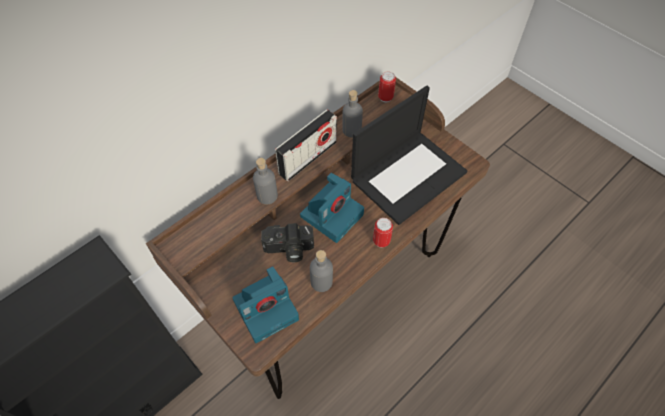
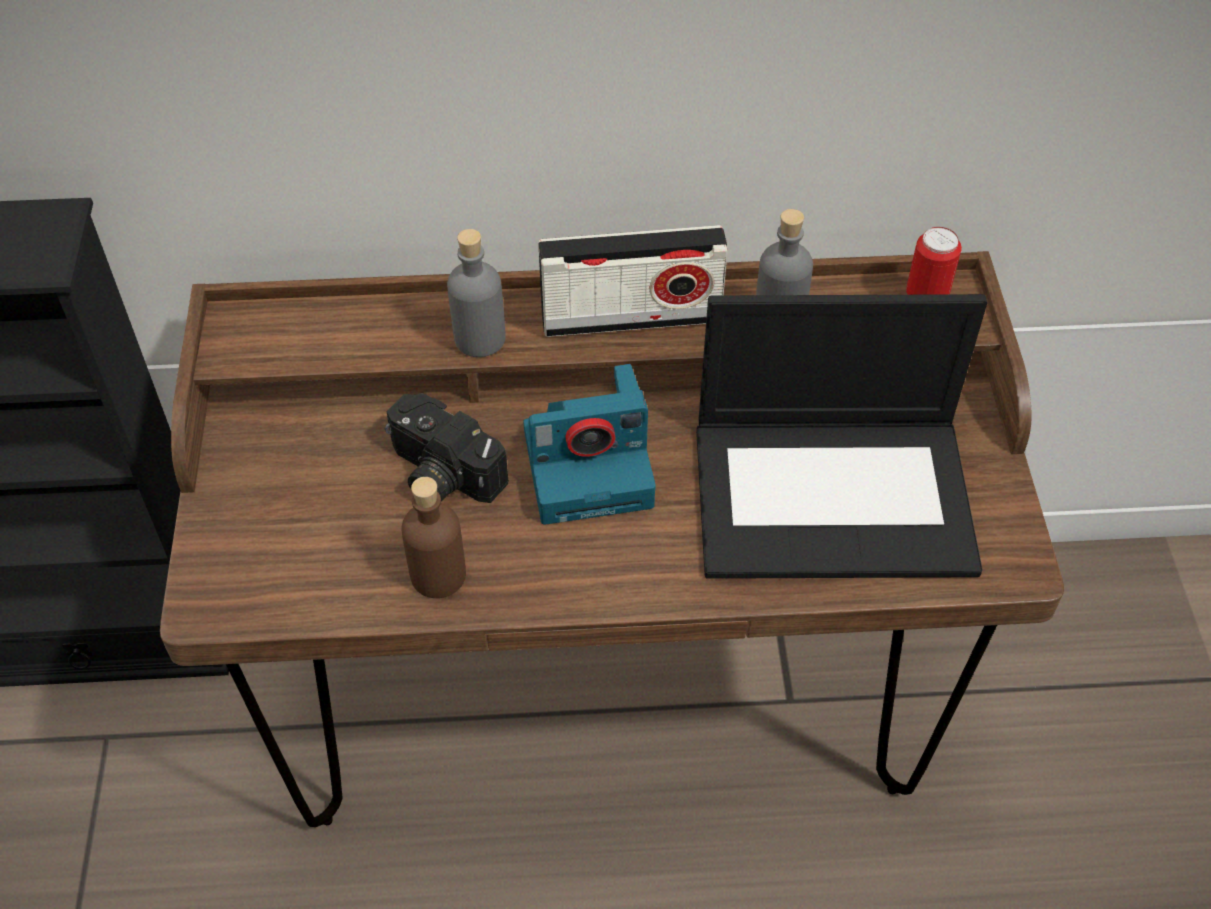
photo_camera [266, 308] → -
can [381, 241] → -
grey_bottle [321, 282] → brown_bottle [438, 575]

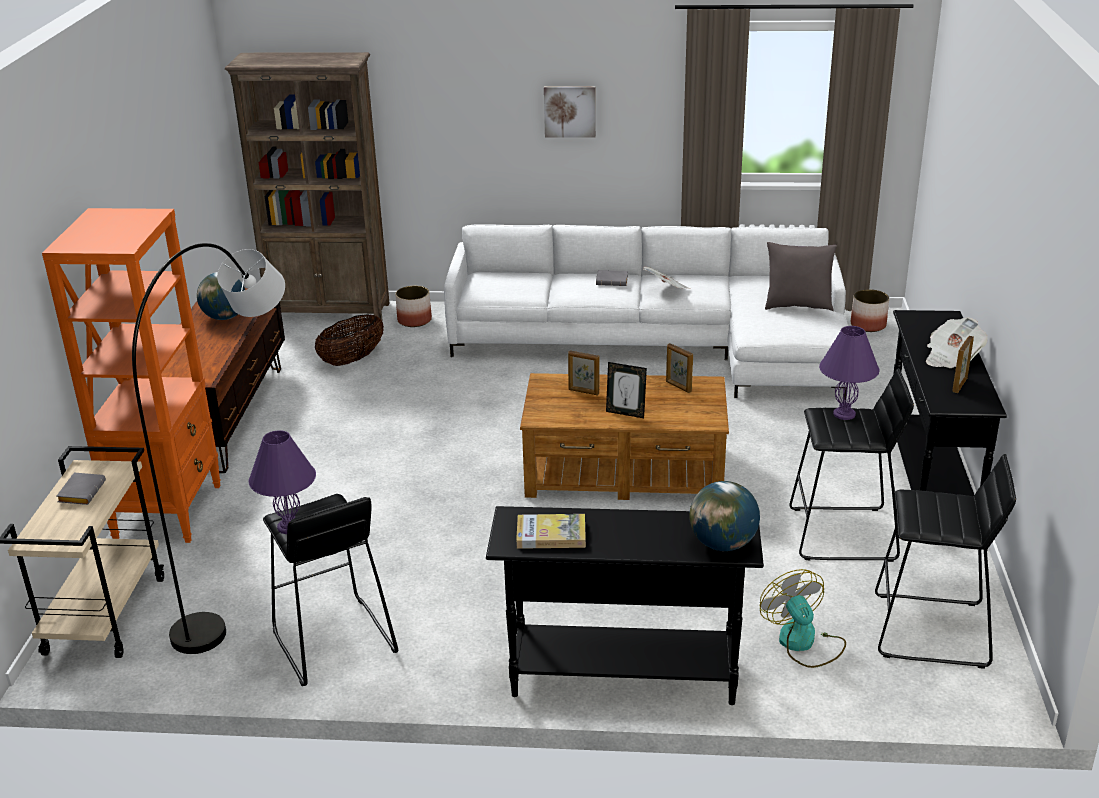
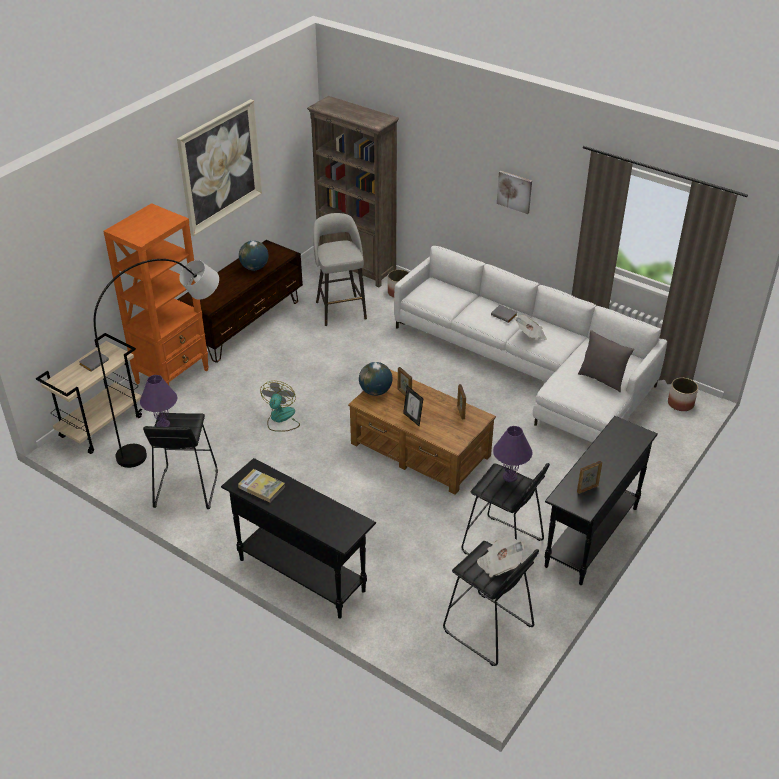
- → picture [220, 167]
globe [723, 544] → globe [376, 391], moved
fan [803, 643] → fan [281, 419], moved
newspaper [951, 358] → newspaper [499, 564], moved
basket [352, 360] → grey_stool [340, 309]

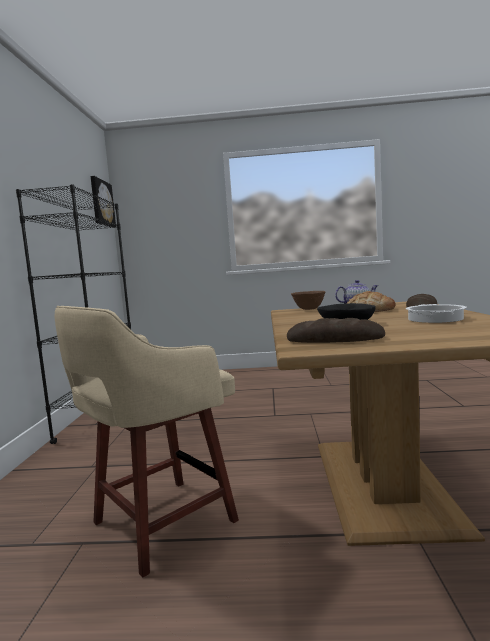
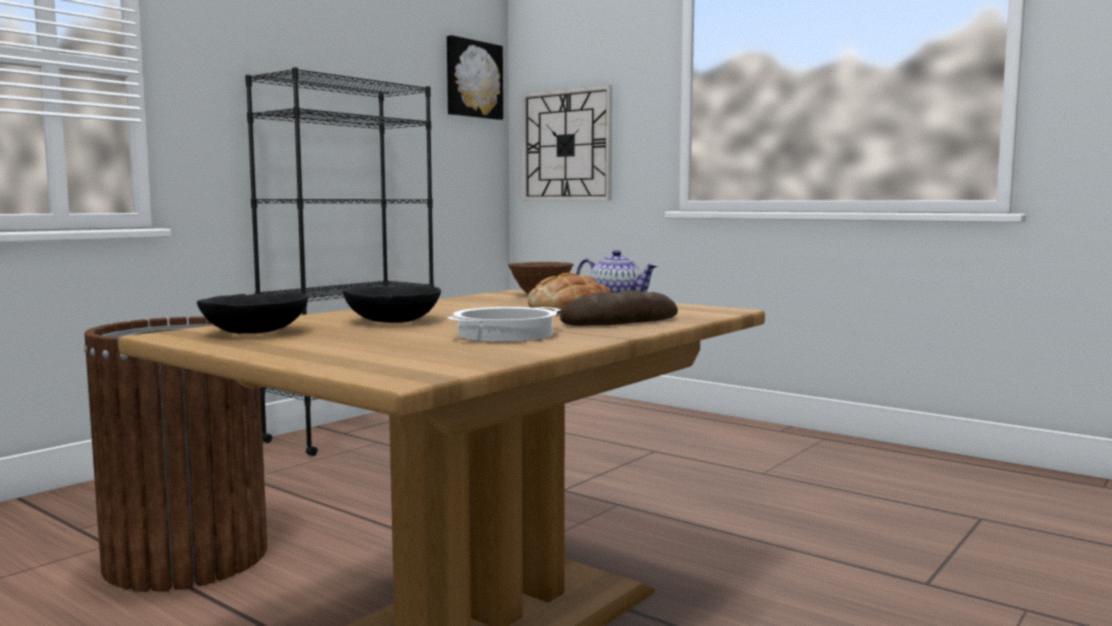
- → wall_clock [567, 145]
beige_stool [159, 524] → brown_trash_can [186, 557]
bread [335, 339] → black_bowl [254, 332]

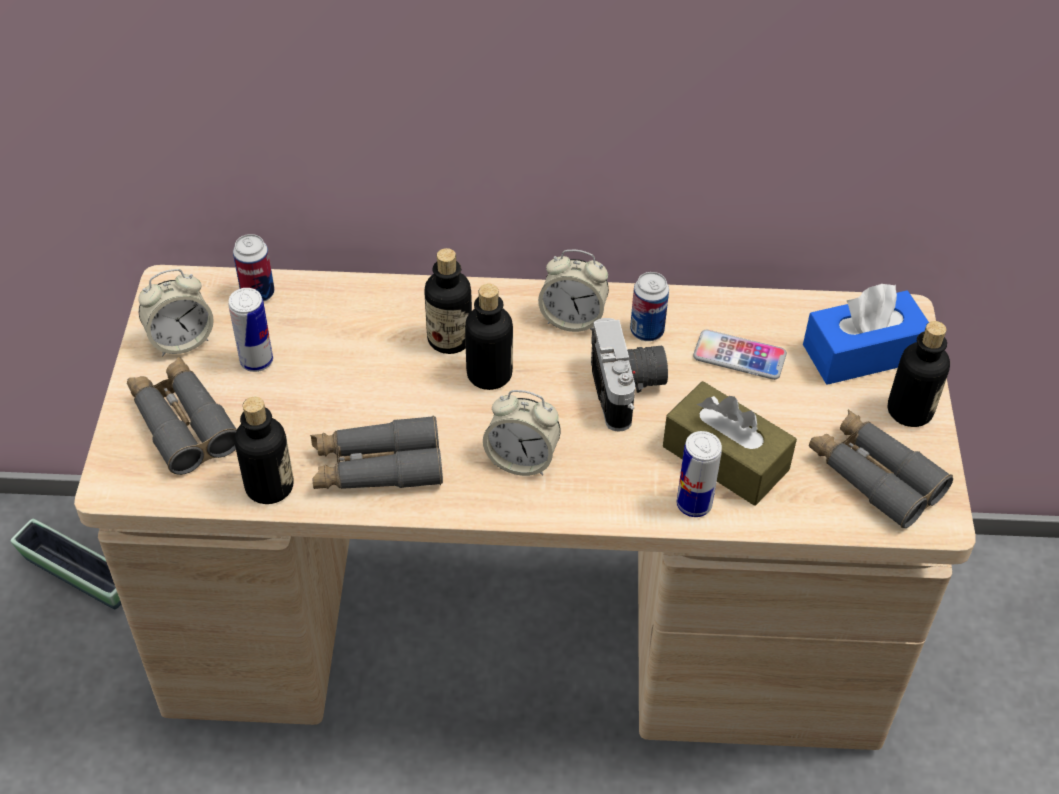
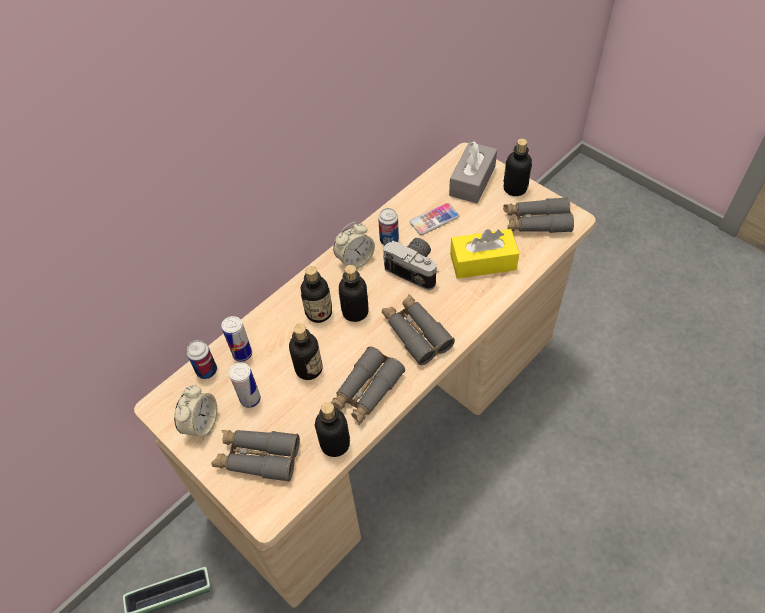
- → bottle [309, 369]
can [694, 504] → can [242, 354], moved
alarm_clock [521, 460] → grey_binoculars [416, 333]
brown_tissue_box [725, 458] → yellow_tissue_box [483, 262]
blue_tissue_box [863, 353] → grey_tissue_box [472, 181]

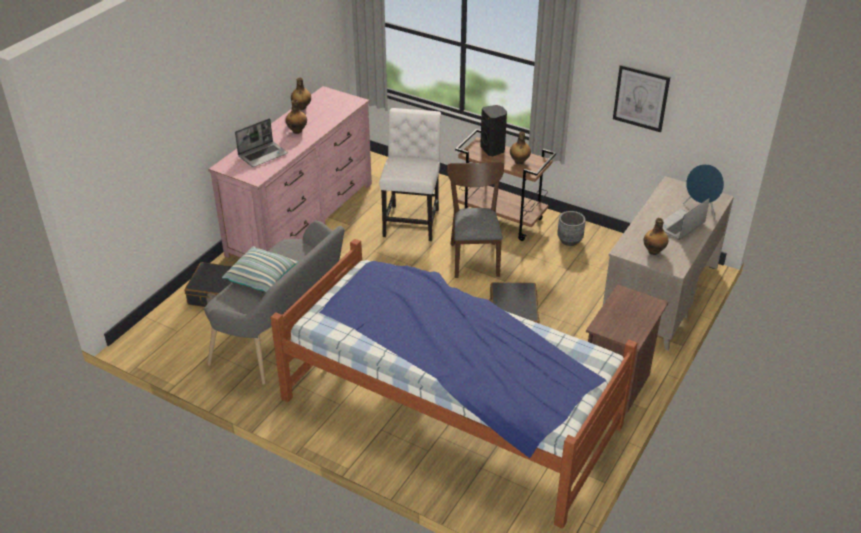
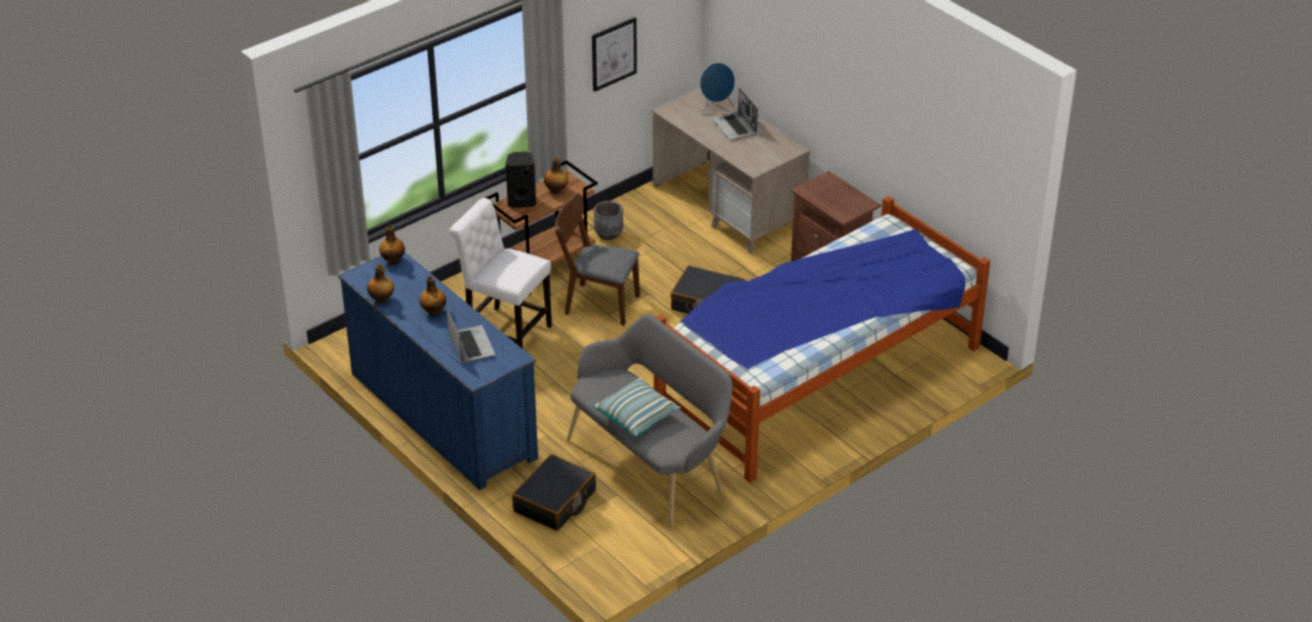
bottle [654, 251] → bottle [393, 260], moved
pink_dresser [301, 218] → blue_dresser [442, 415]

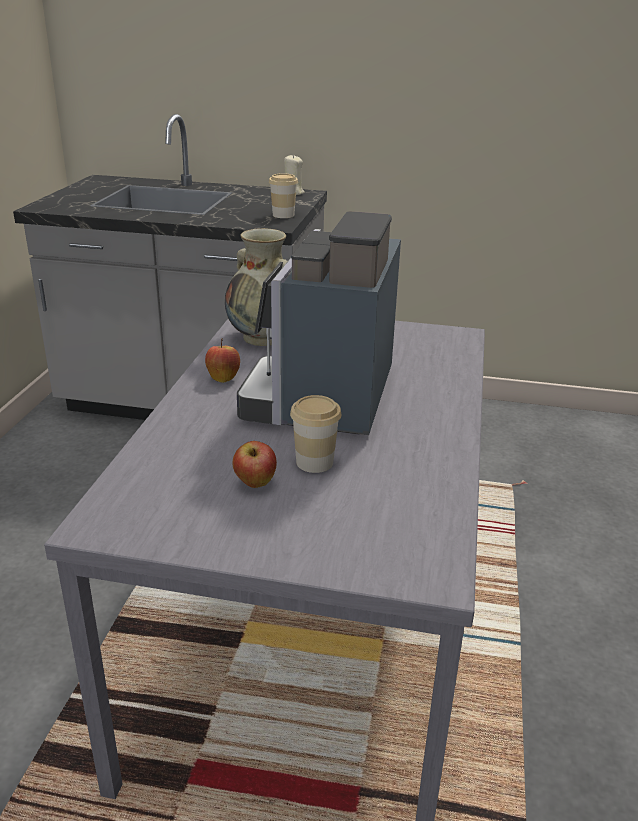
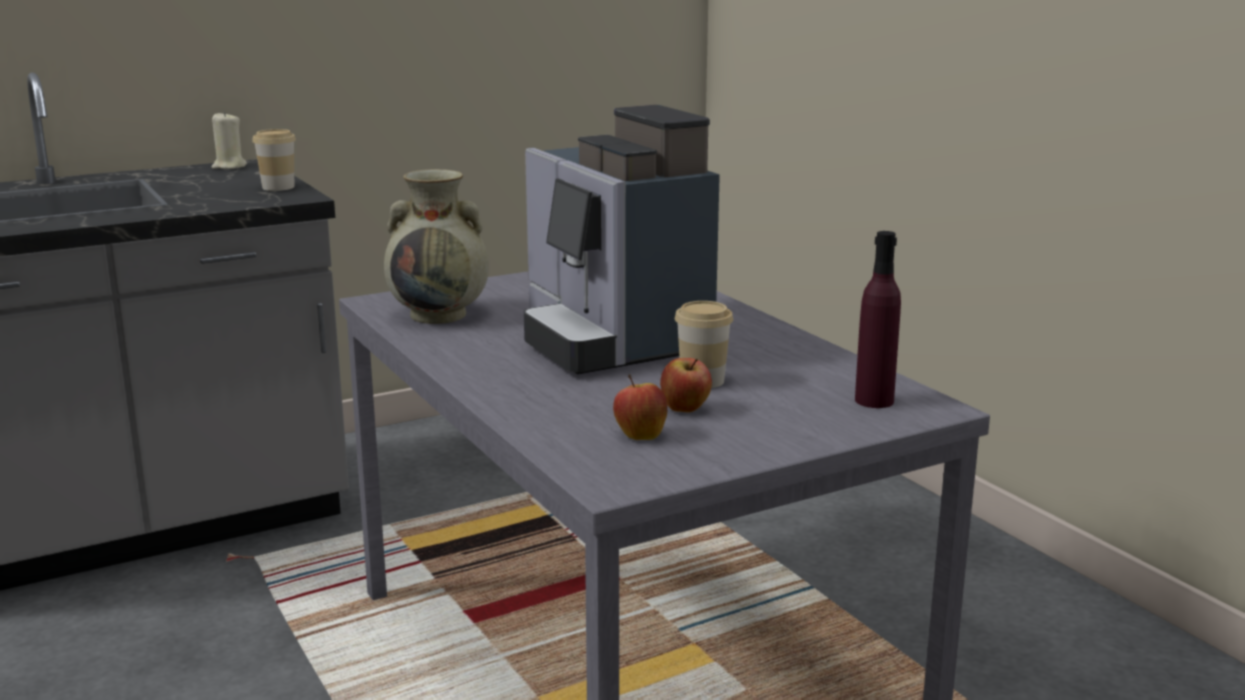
- → purple_bottle [874, 401]
apple [223, 378] → apple [640, 435], moved

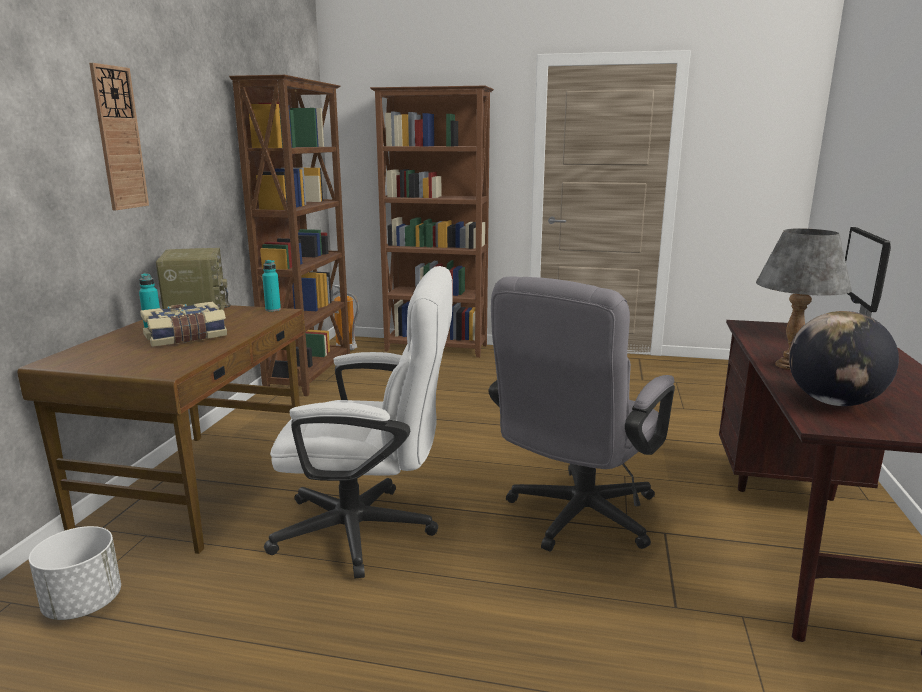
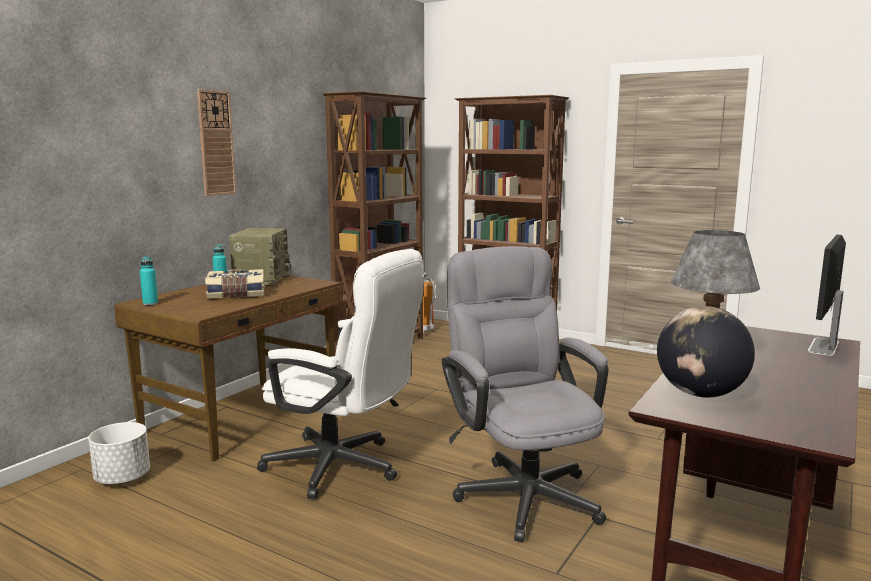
turquoise_bottle [273, 309] → turquoise_bottle [150, 303], moved
grey_office_chair [575, 519] → grey_office_chair [521, 491], 105 degrees clockwise

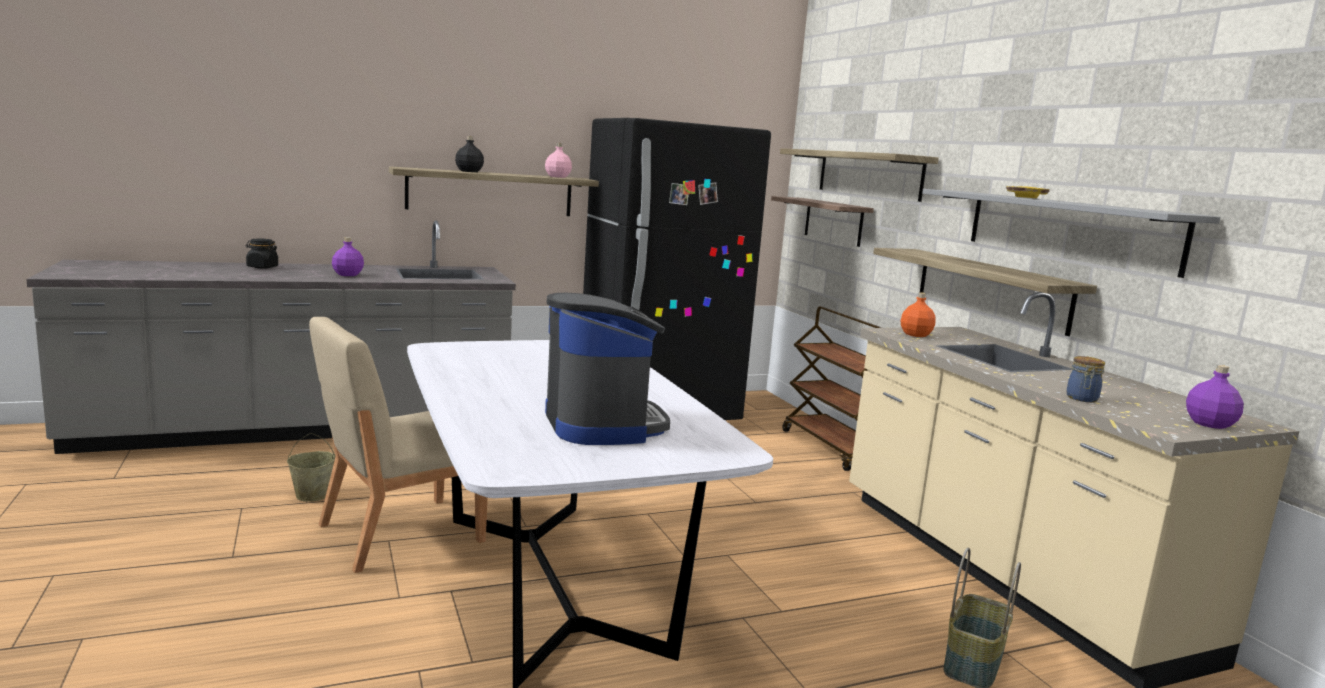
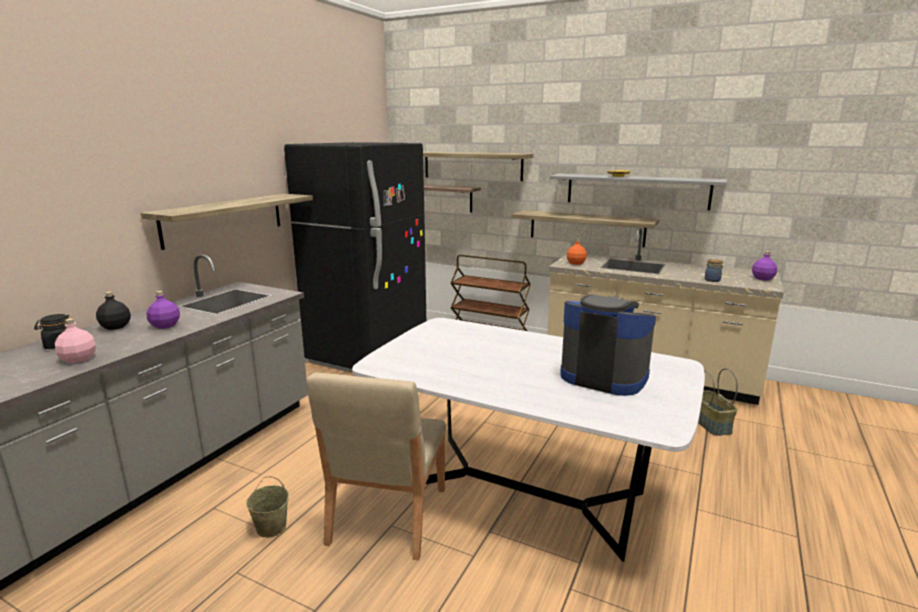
black_bottle [469, 171] → black_bottle [115, 327], moved
pink_bottle [557, 177] → pink_bottle [78, 359], moved

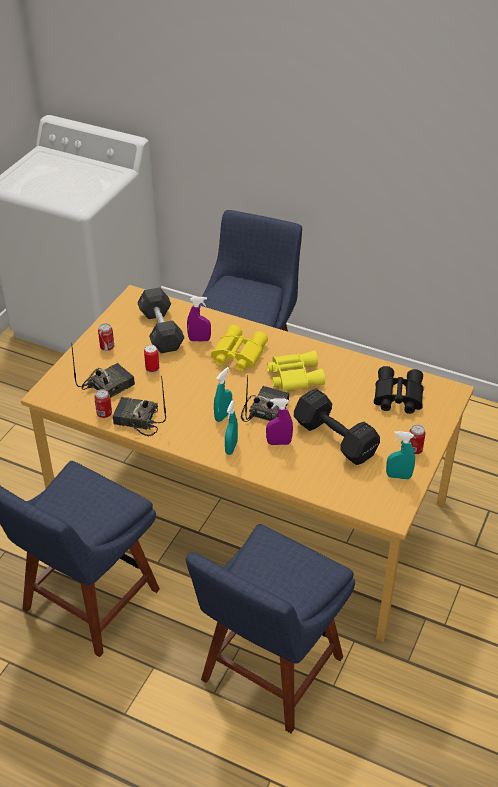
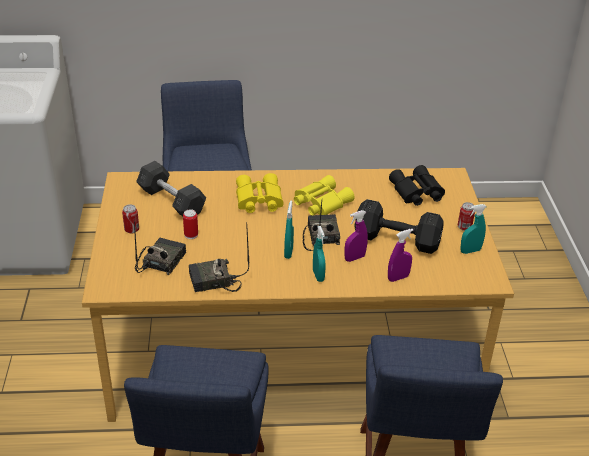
can [104, 414] → -
purple_spray_bottle [199, 340] → purple_spray_bottle [398, 278], moved

